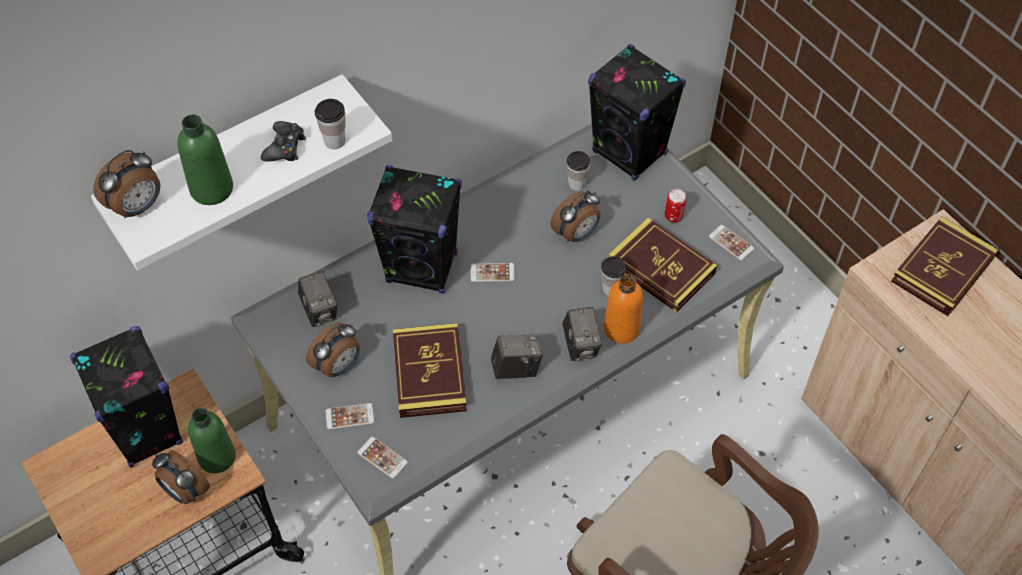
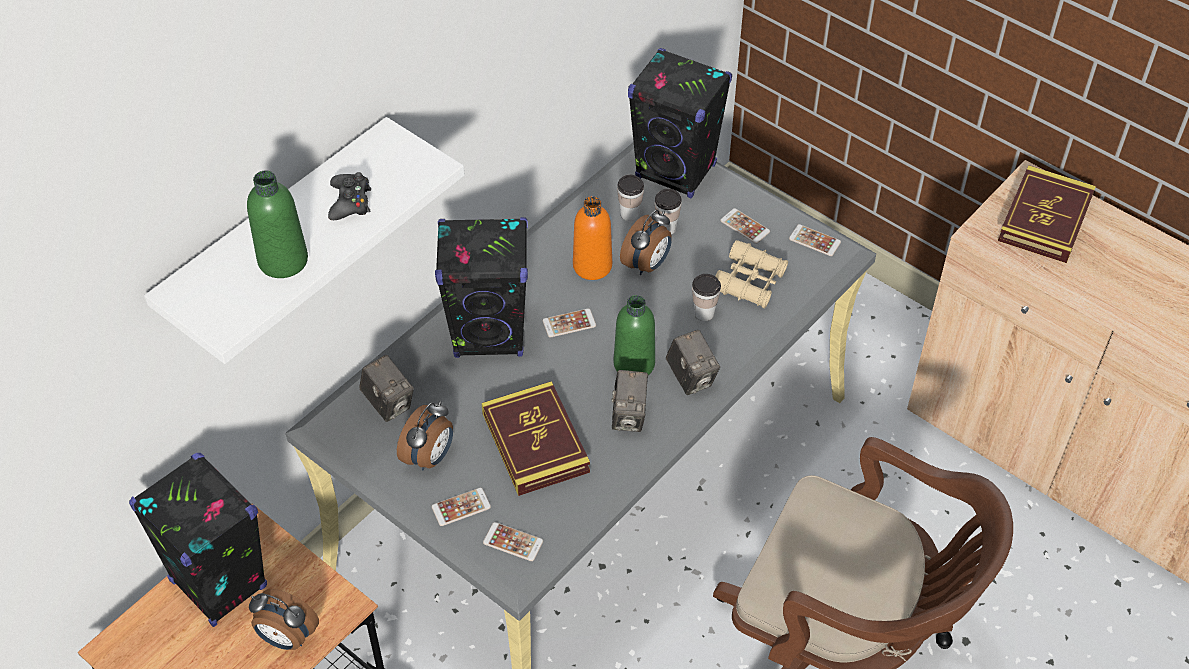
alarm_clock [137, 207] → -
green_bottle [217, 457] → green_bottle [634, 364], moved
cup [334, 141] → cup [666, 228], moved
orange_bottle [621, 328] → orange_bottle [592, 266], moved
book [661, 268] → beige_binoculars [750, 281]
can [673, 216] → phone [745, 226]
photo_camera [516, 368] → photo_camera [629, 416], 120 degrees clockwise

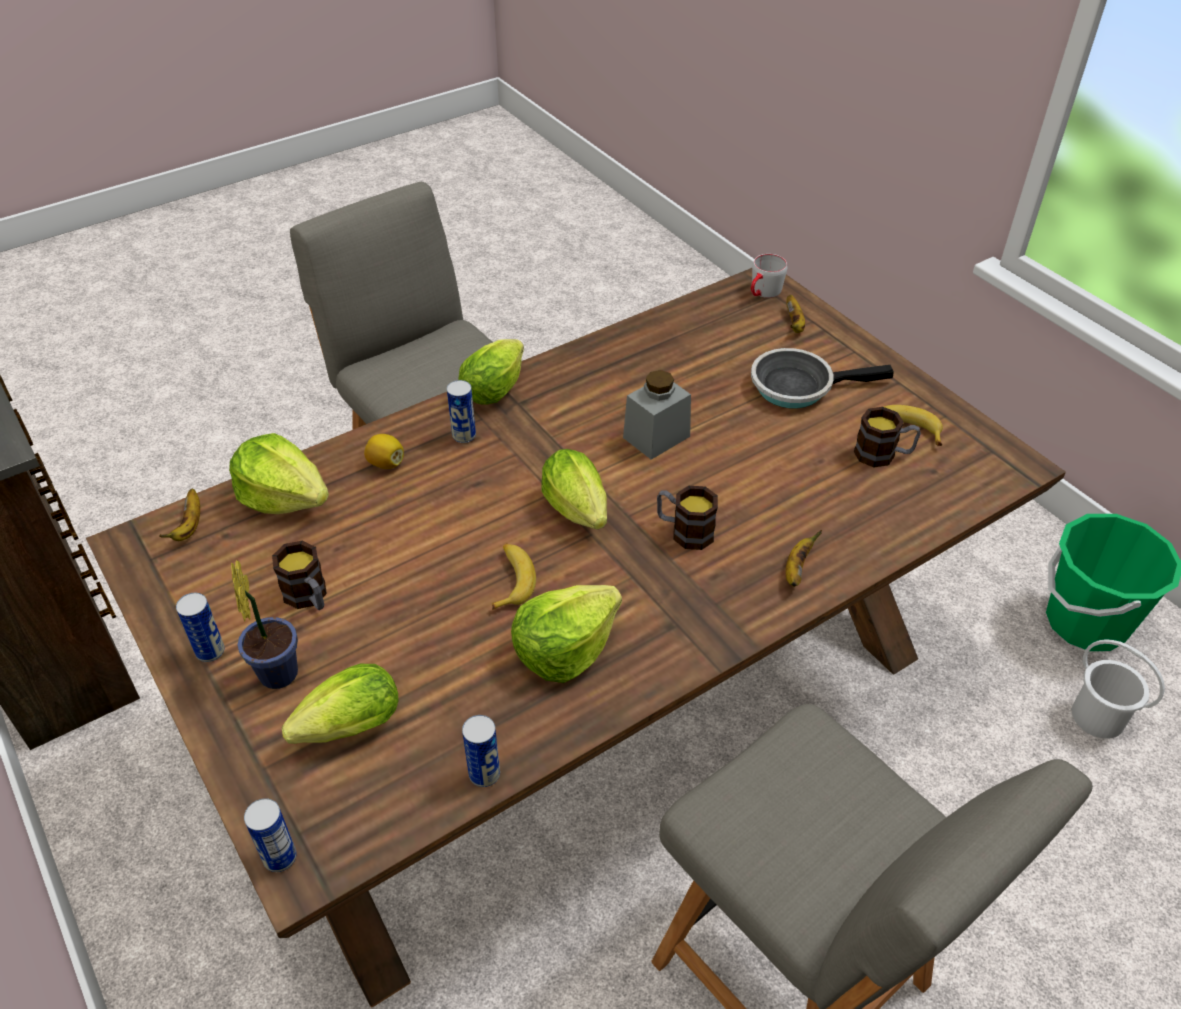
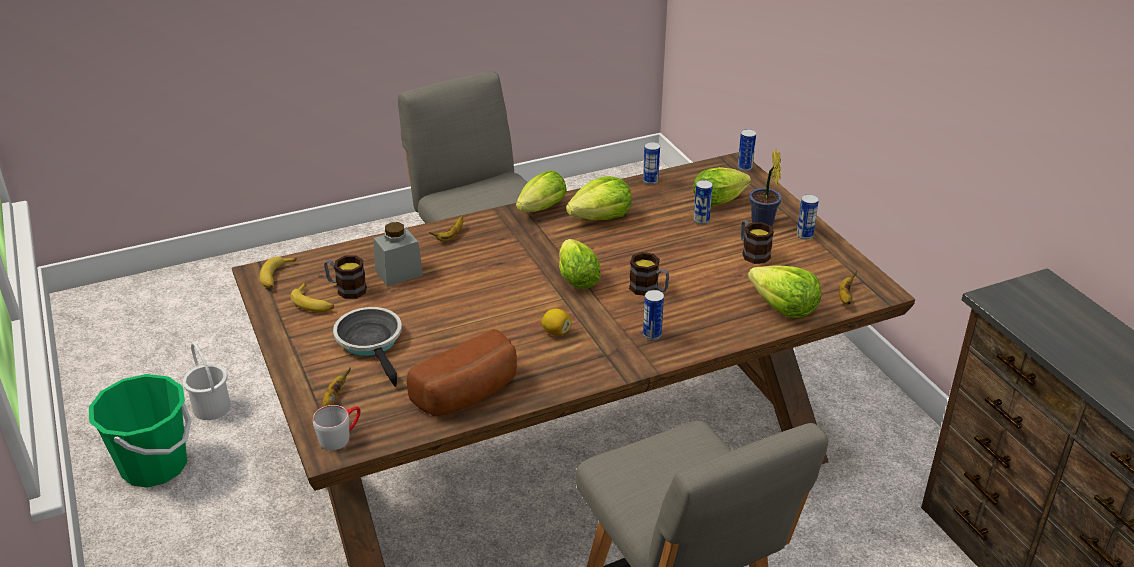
- → bread [470, 395]
- → can [701, 220]
lemon [386, 463] → lemon [556, 332], moved
lettuce [496, 387] → lettuce [539, 210], moved
banana [511, 580] → banana [276, 277], moved
grey_jar [656, 437] → grey_jar [399, 273], moved
mug [684, 531] → mug [649, 289], moved
frying_pan [798, 386] → frying_pan [371, 343], 120 degrees counterclockwise

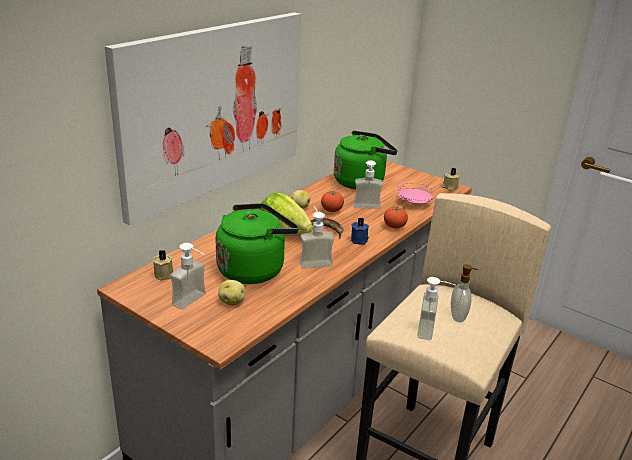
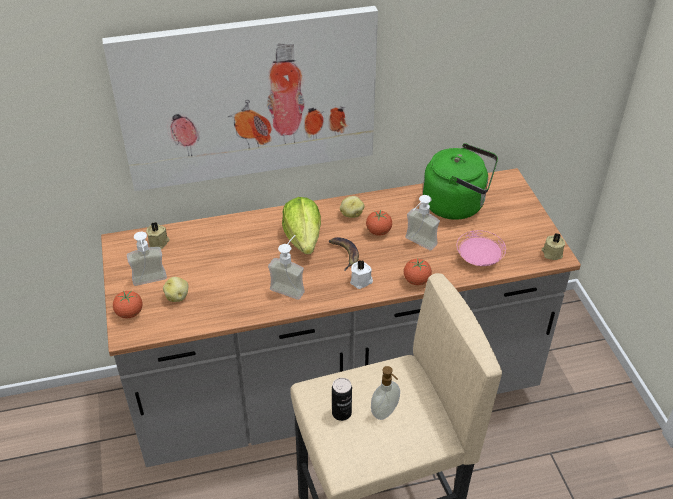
green_kettle [254, 269] → -
- → tomato [129, 313]
soap_dispenser [432, 331] → can [341, 413]
blue_candle [360, 240] → white_candle [361, 281]

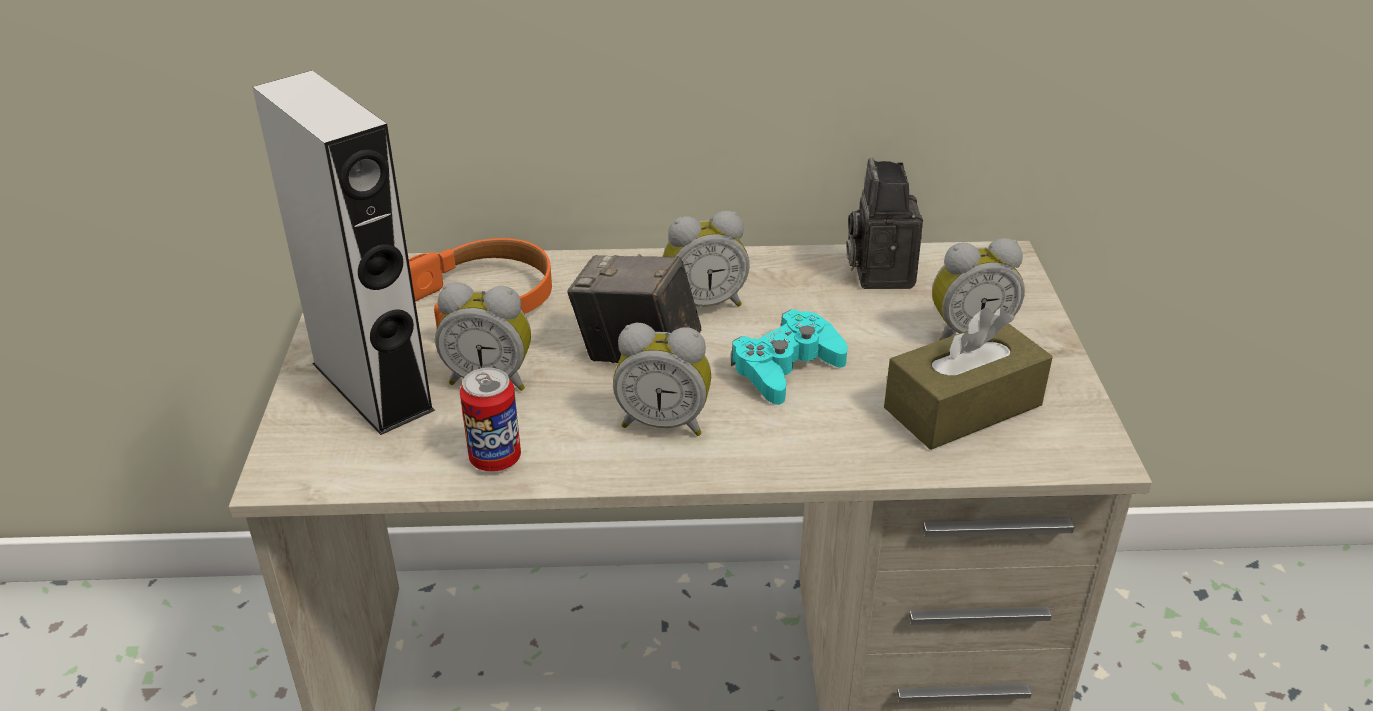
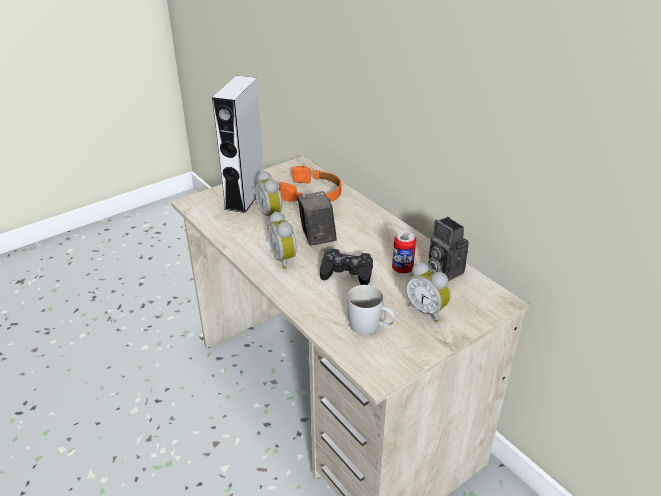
alarm_clock [704, 304] → -
can [495, 459] → can [402, 268], moved
brown_tissue_box [962, 407] → white_mug [370, 326]
turquoise_game_controller [786, 368] → black_game_controller [347, 272]
photo_camera [879, 272] → photo_camera [442, 270], 90 degrees counterclockwise

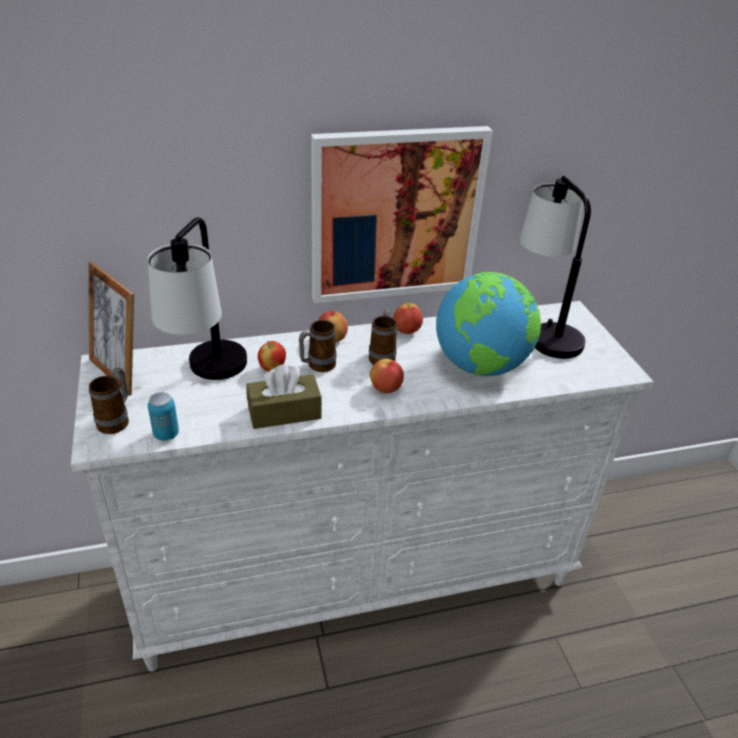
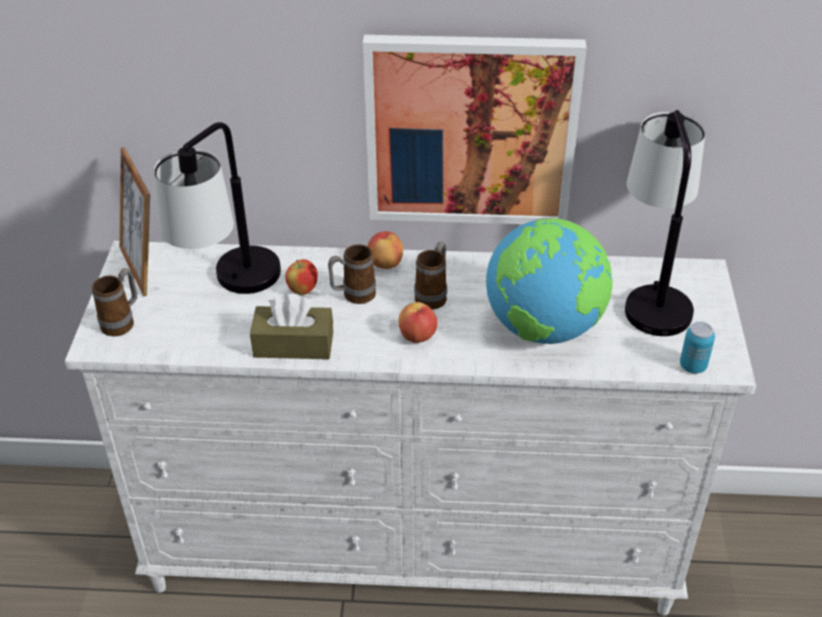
apple [407, 330] → -
can [166, 434] → can [693, 366], moved

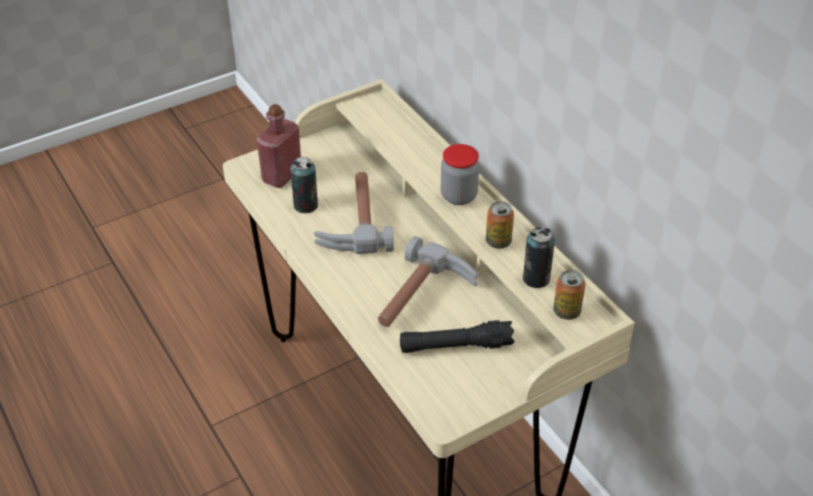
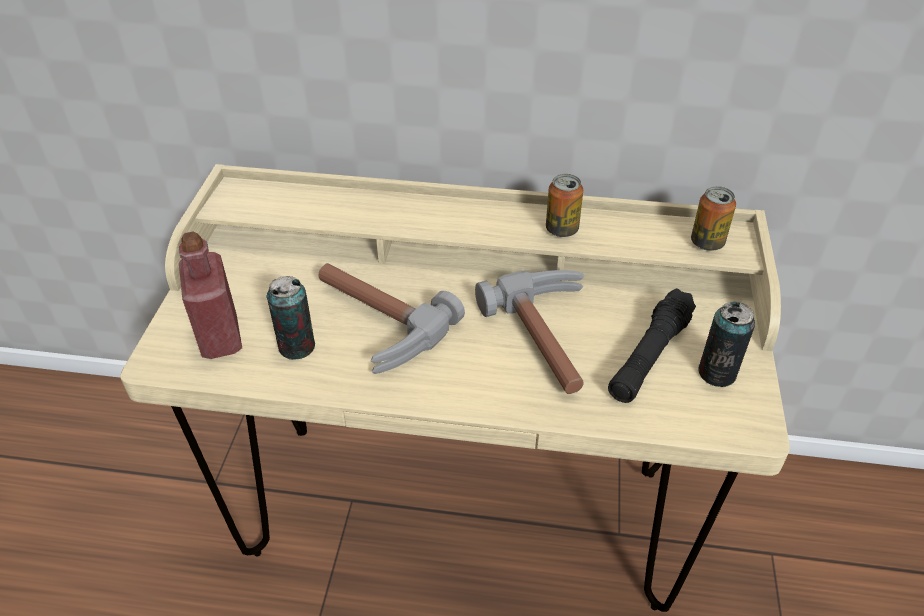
jar [458, 196] → -
can [536, 278] → can [717, 373], moved

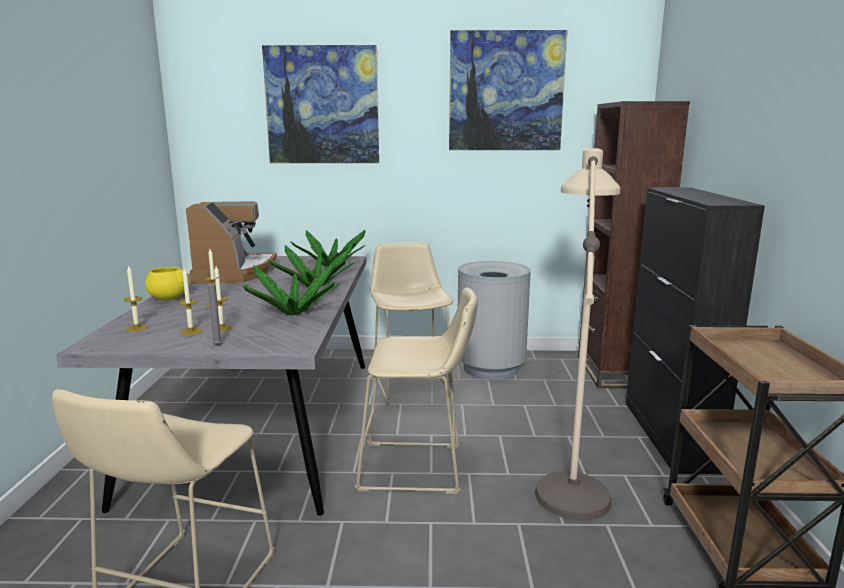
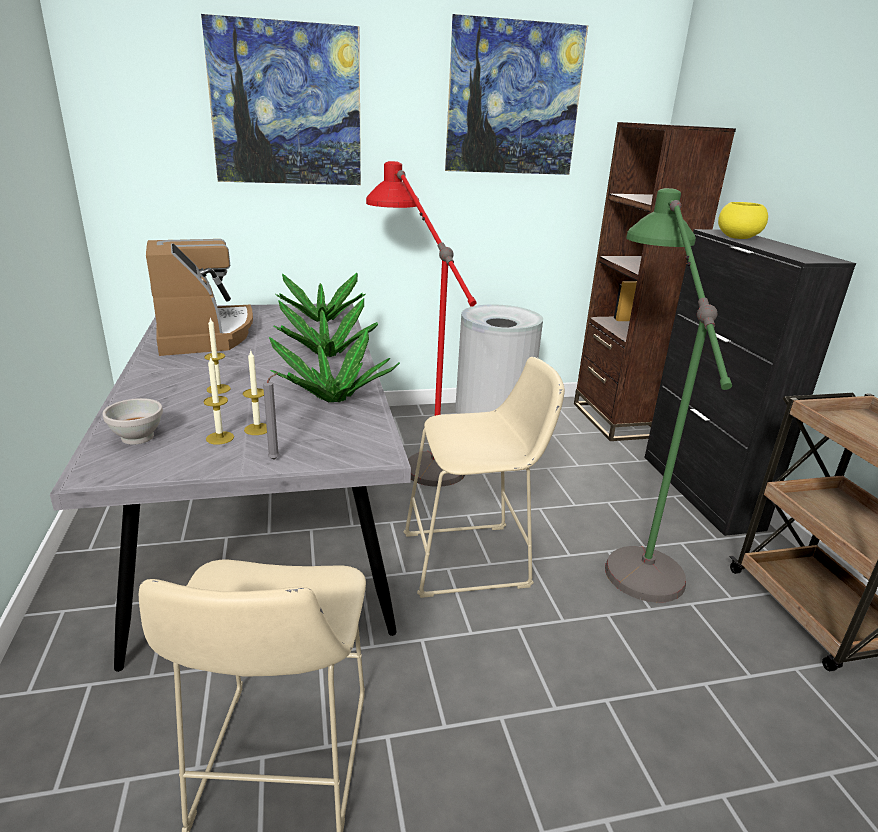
yellow_bowl [168, 298] → yellow_bowl [737, 237], moved
candle [137, 328] → white_bowl [138, 437]
beige_stool [411, 383] → red_floor_lamp [415, 450]
beige_floor_lamp [572, 468] → green_floor_lamp [629, 541]

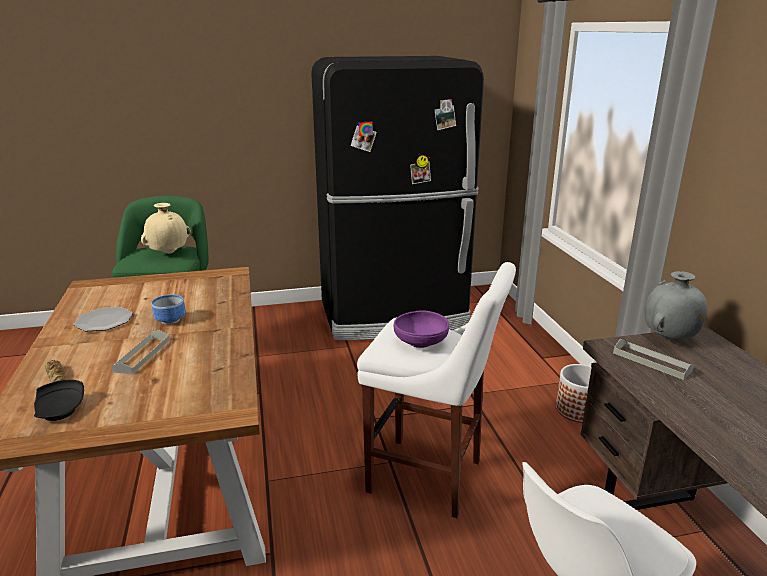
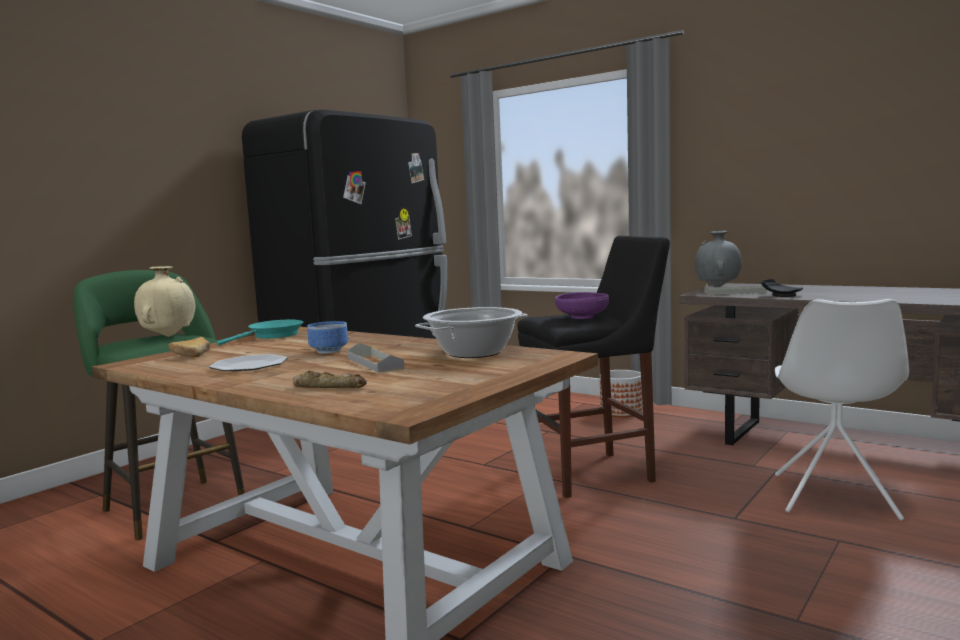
- → bread [194, 354]
- → turquoise_frying_pan [272, 336]
- → cooking_pot [474, 353]
black_plate [61, 409] → black_plate [780, 295], moved
white_stool [430, 478] → black_stool [596, 473]

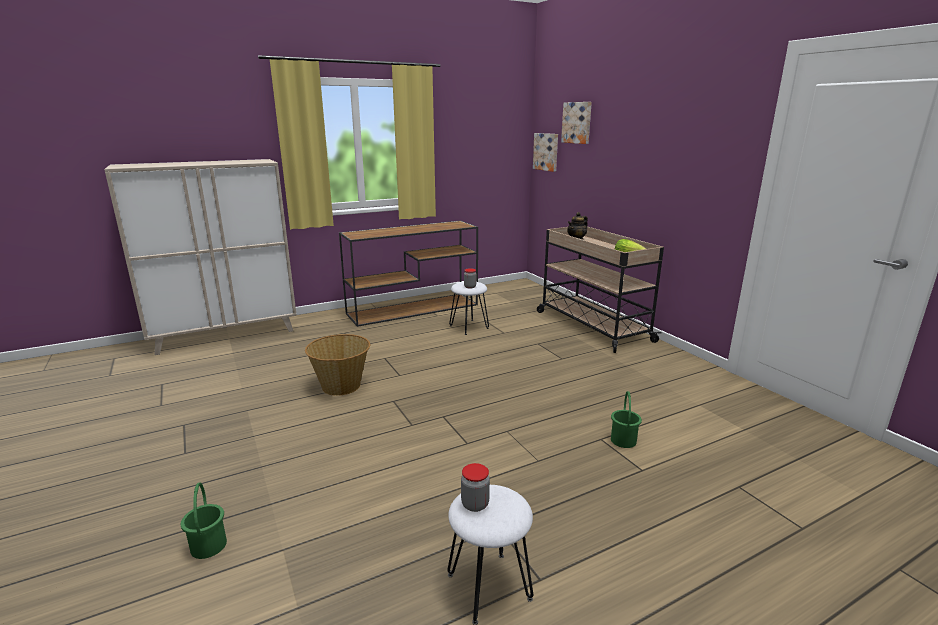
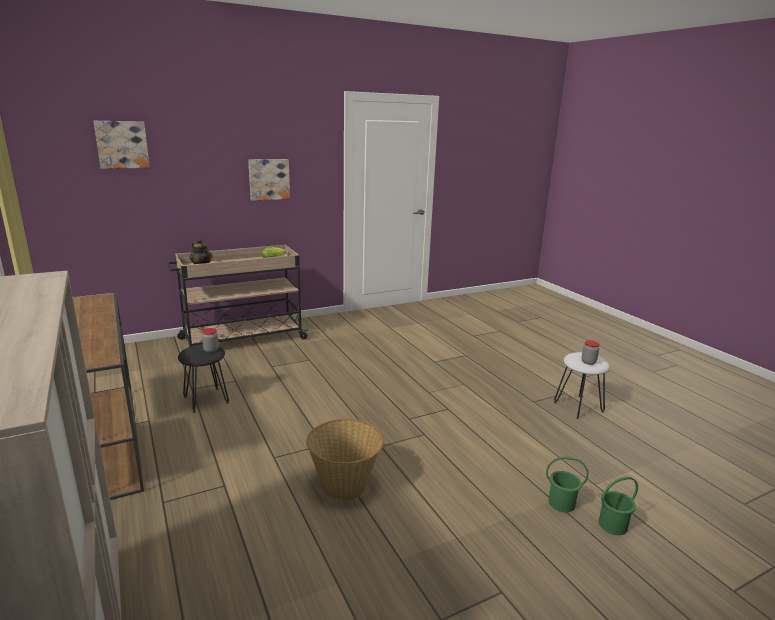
picture [546, 152] → picture [269, 179], moved
green_bucket [624, 440] → green_bucket [561, 503], moved
white_stool [469, 327] → black_stool [206, 399]

